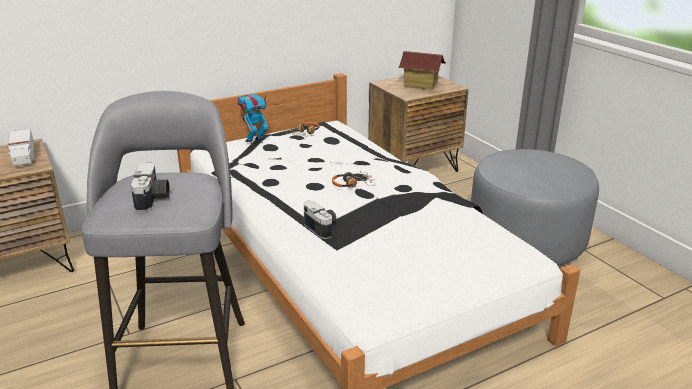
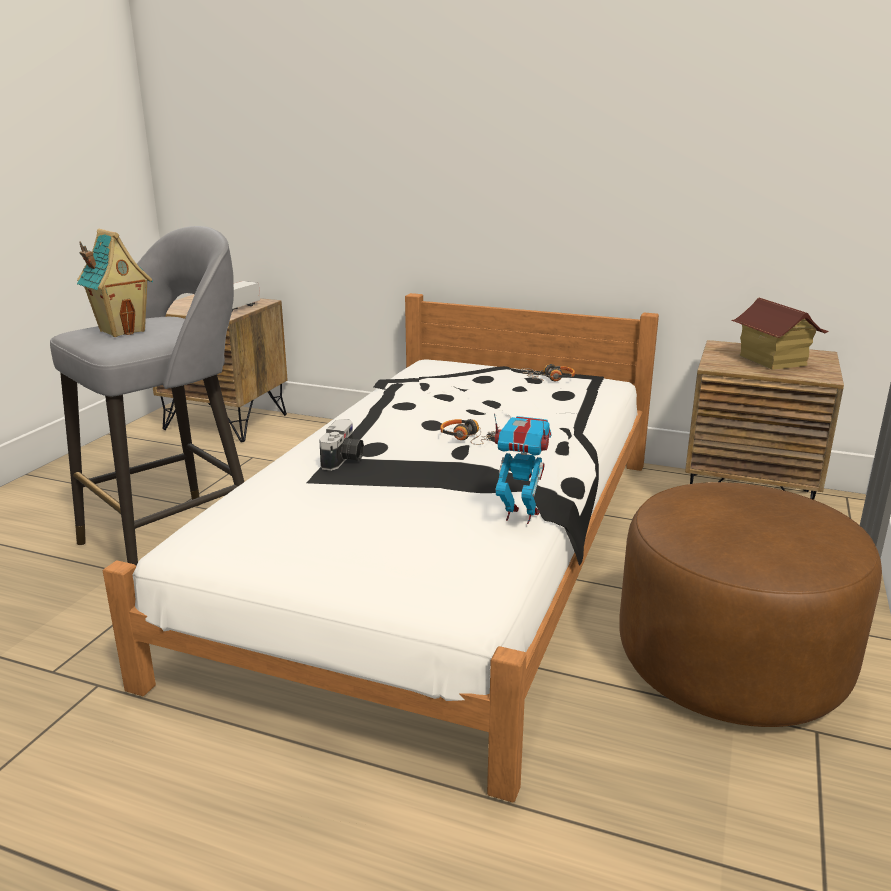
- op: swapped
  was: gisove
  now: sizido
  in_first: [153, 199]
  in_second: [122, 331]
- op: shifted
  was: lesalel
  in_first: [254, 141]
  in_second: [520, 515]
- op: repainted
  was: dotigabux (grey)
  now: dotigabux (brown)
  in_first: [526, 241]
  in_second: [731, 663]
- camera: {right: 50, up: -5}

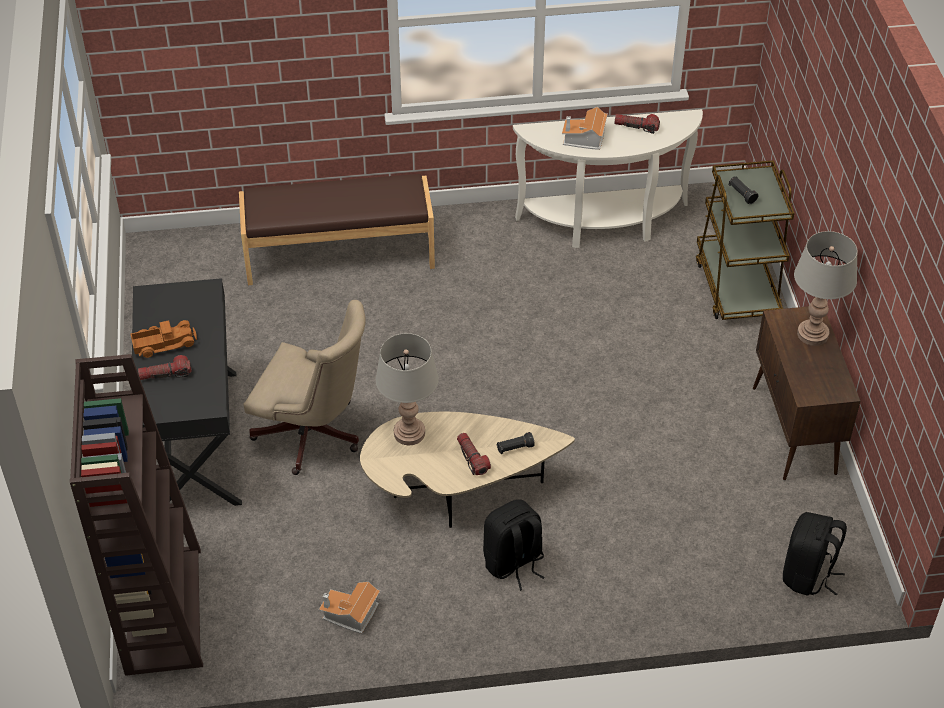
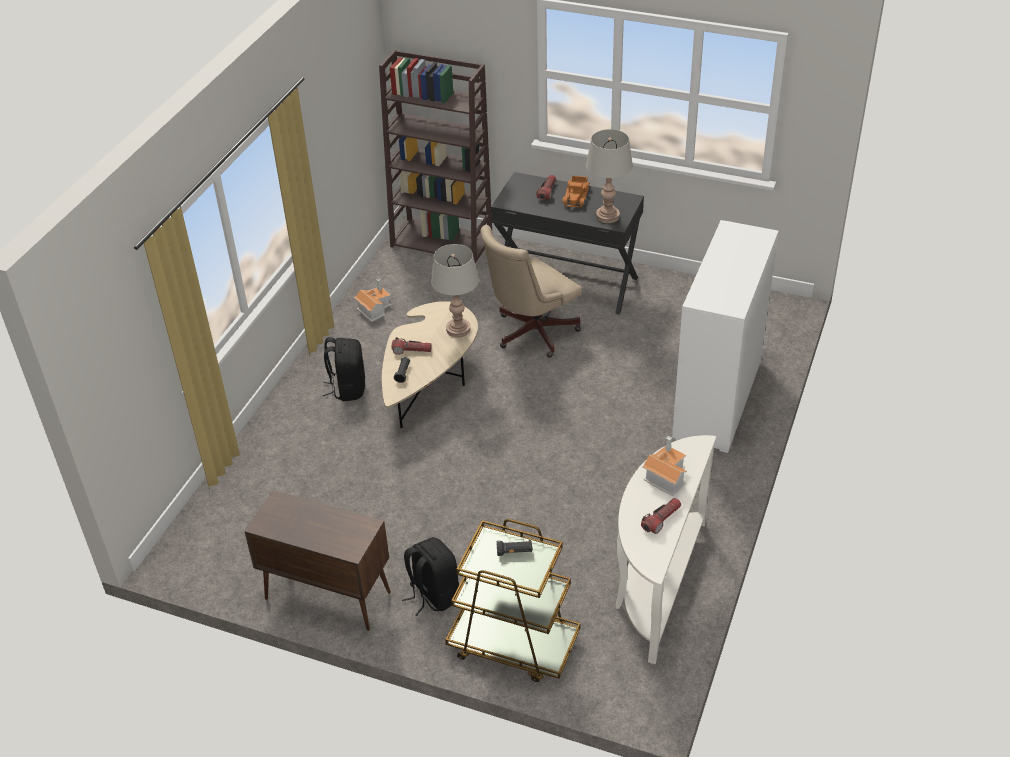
- op: shifted
  was: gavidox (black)
  in_first: [808, 575]
  in_second: [433, 595]
- op: shifted
  was: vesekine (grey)
  in_first: [812, 334]
  in_second: [607, 216]
- op: swapped
  was: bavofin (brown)
  now: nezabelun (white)
  in_first: [339, 254]
  in_second: [717, 400]
- camera: {right: 120, up: -5}

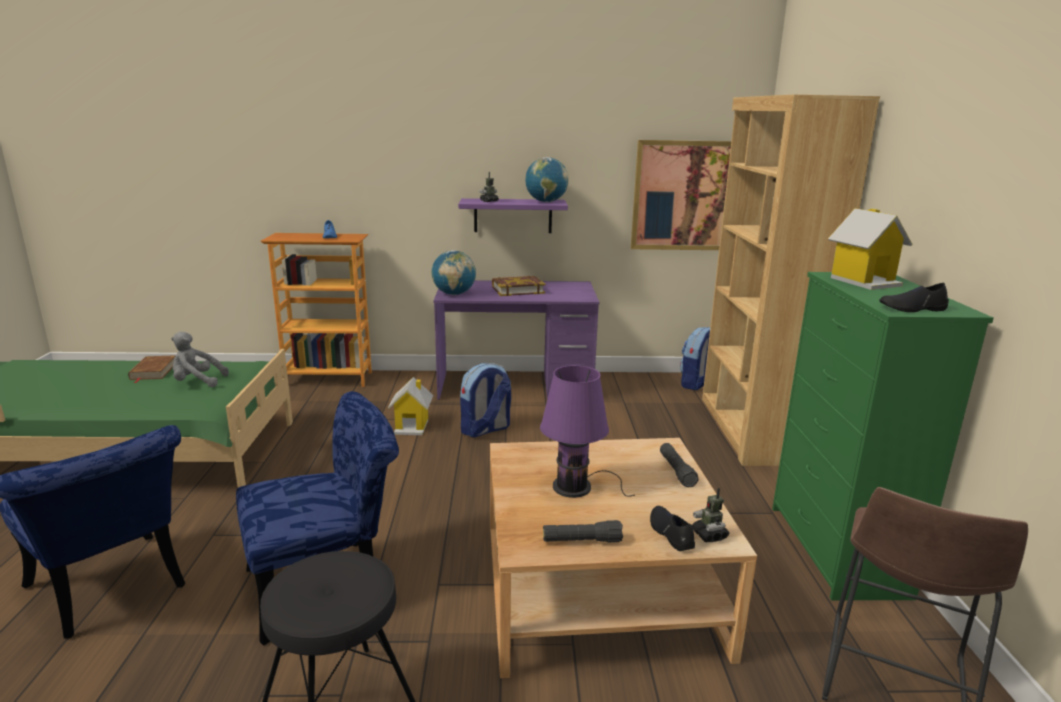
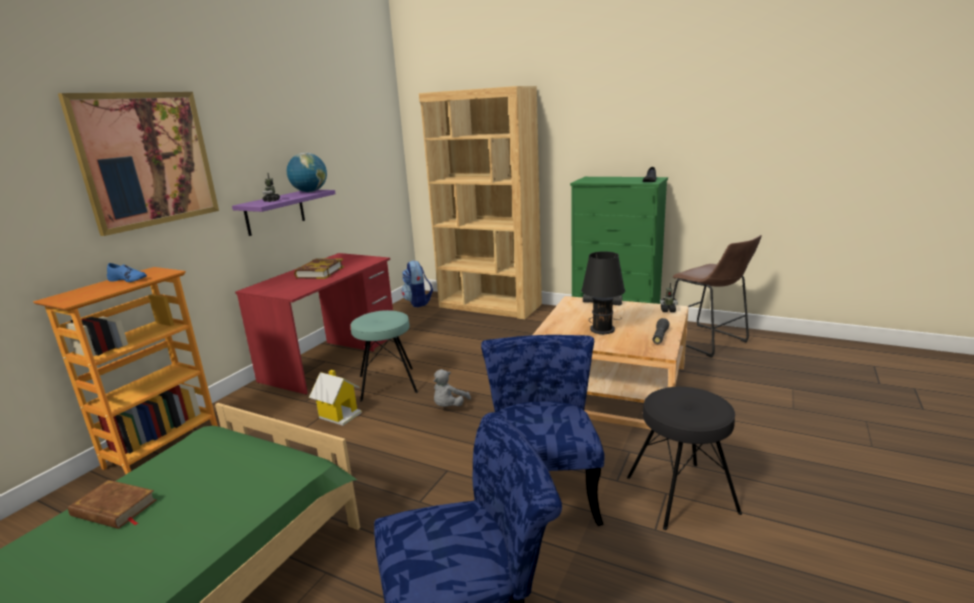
- op: shifted
  was: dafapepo
  in_first: [686, 196]
  in_second: [147, 159]
- op: repainted
  was: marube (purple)
  now: marube (red)
  in_first: [515, 386]
  in_second: [332, 358]
- op: swapped
  was: gavidox
  now: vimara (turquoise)
  in_first: [485, 430]
  in_second: [387, 384]
- op: shifted
  was: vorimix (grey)
  in_first: [197, 382]
  in_second: [449, 406]
- op: repainted
  was: vesekine (purple)
  now: vesekine (black)
  in_first: [576, 486]
  in_second: [602, 328]
- op: gone
  was: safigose
  in_first: [454, 294]
- op: gone
  was: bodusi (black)
  in_first: [670, 533]
- op: gone
  was: sizido
  in_first: [863, 281]
- camera: {right: -60, up: 0}

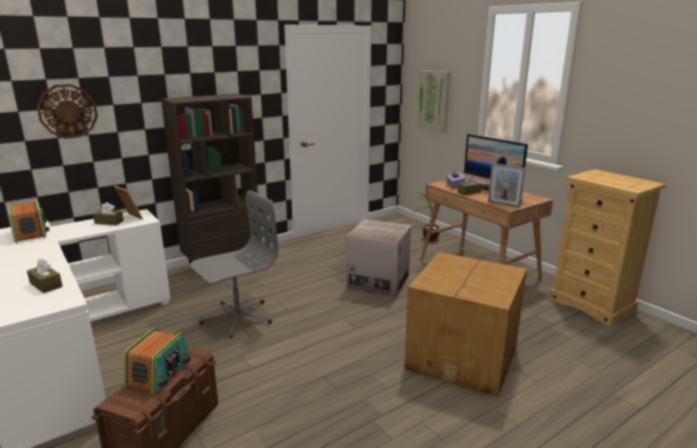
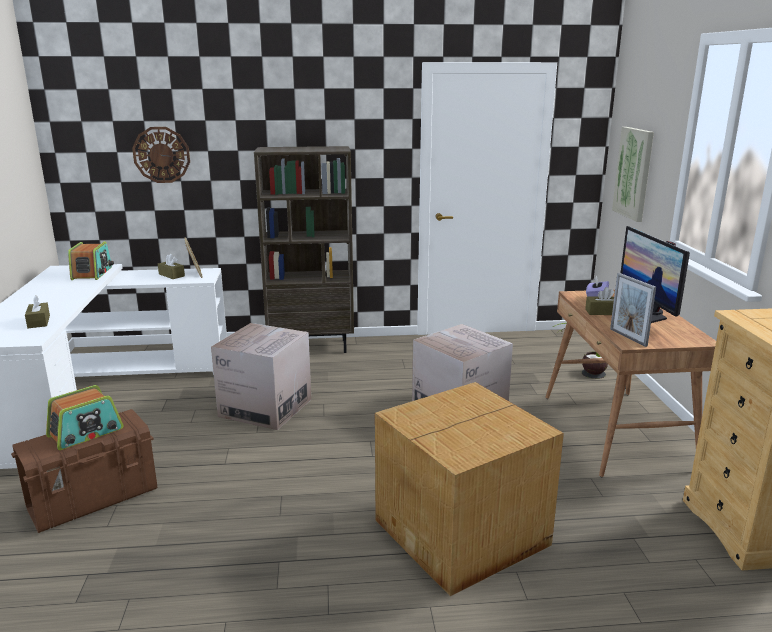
- op: swapped
  was: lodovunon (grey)
  now: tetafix
  in_first: [237, 317]
  in_second: [265, 408]
- camera: {right: 30, up: 0}

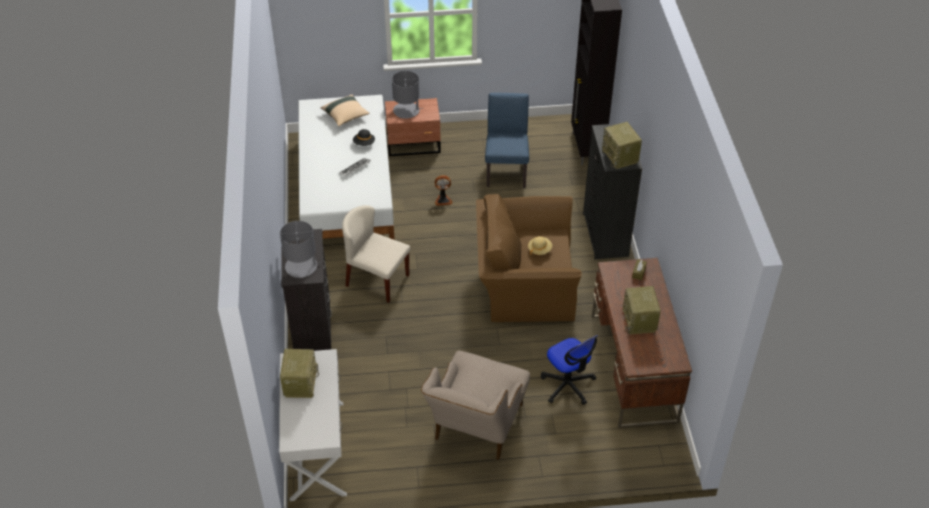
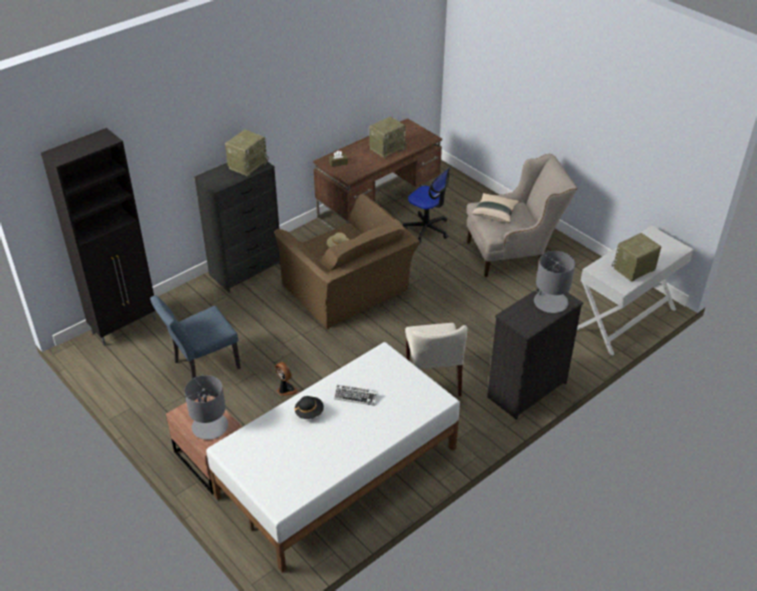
- op: rotated
  was: lodovunon
  in_first: [568, 385]
  in_second: [427, 229]
  clockwise: 105
- op: shifted
  was: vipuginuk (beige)
  in_first: [345, 116]
  in_second: [495, 214]
- camera: {right: -125, up: -5}

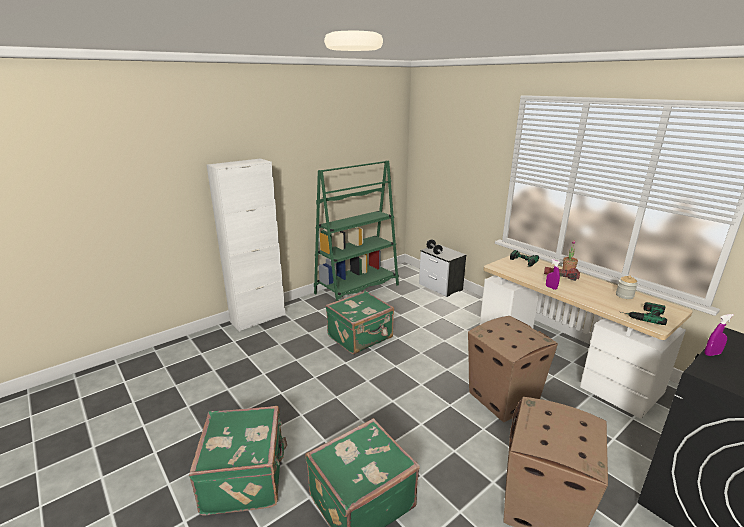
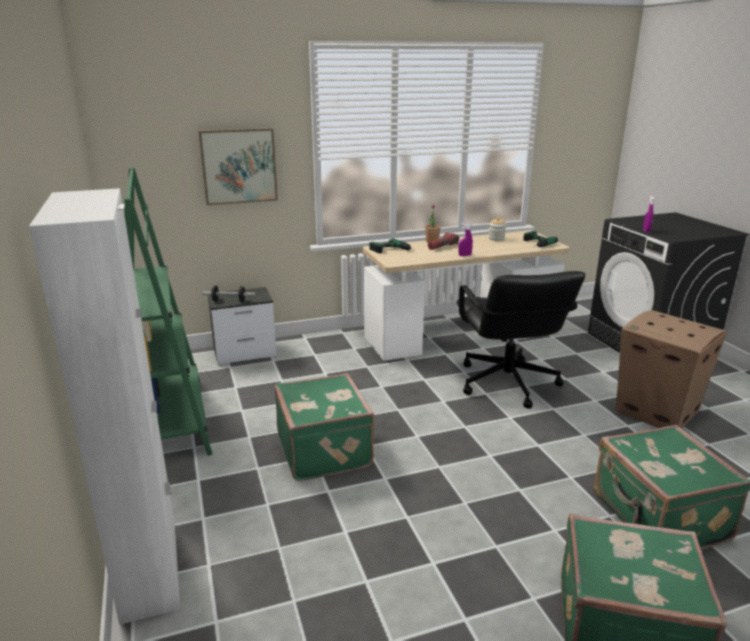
- op: new
  now: dafapepo
  in_second: [239, 166]
- op: swapped
  was: tetafix
  now: lodovunon (black)
  in_first: [502, 397]
  in_second: [506, 383]
- camera: {right: -70, up: 0}

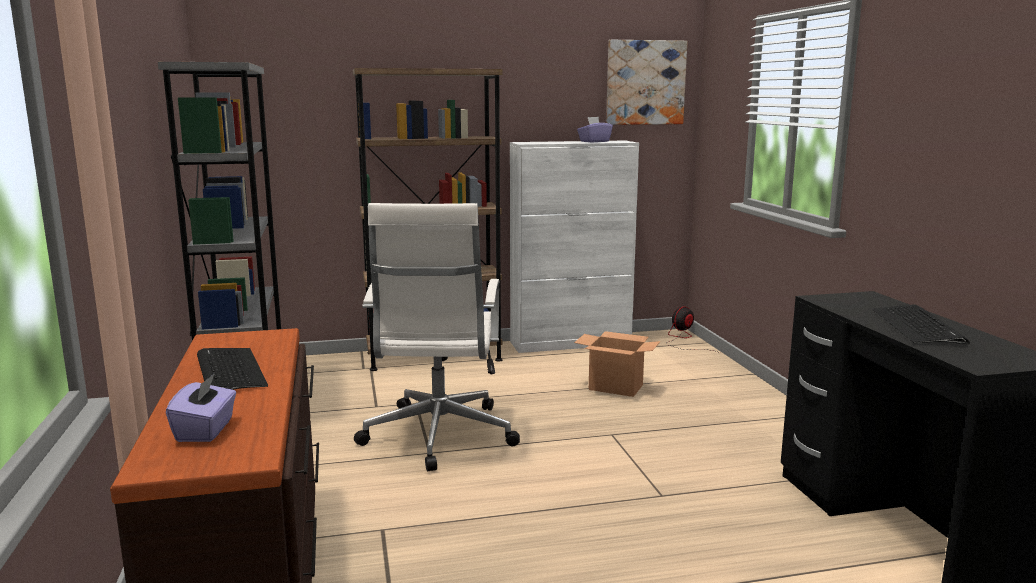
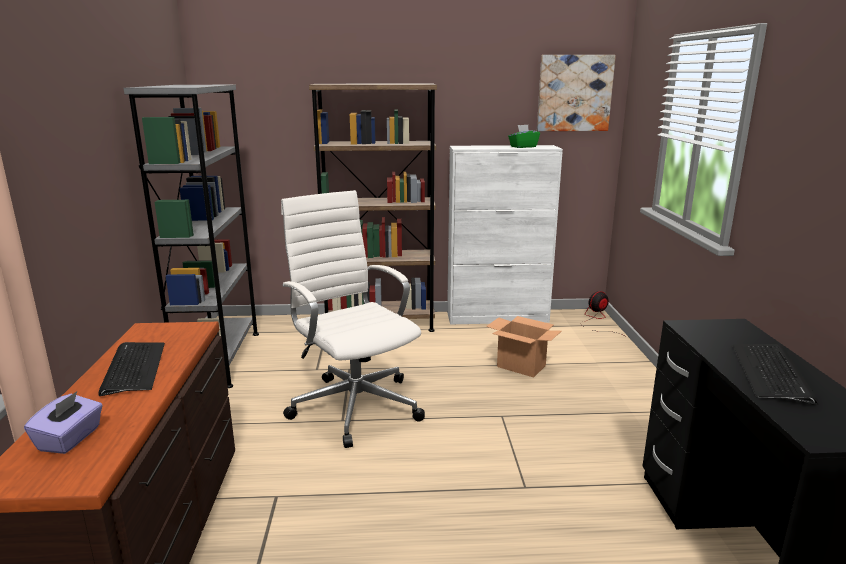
- op: rotated
  was: lodovunon (white)
  in_first: [438, 437]
  in_second: [355, 405]
  clockwise: 135
- op: repainted
  was: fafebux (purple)
  now: fafebux (green)
  in_first: [594, 141]
  in_second: [523, 147]
- camera: {right: 10, up: 5}

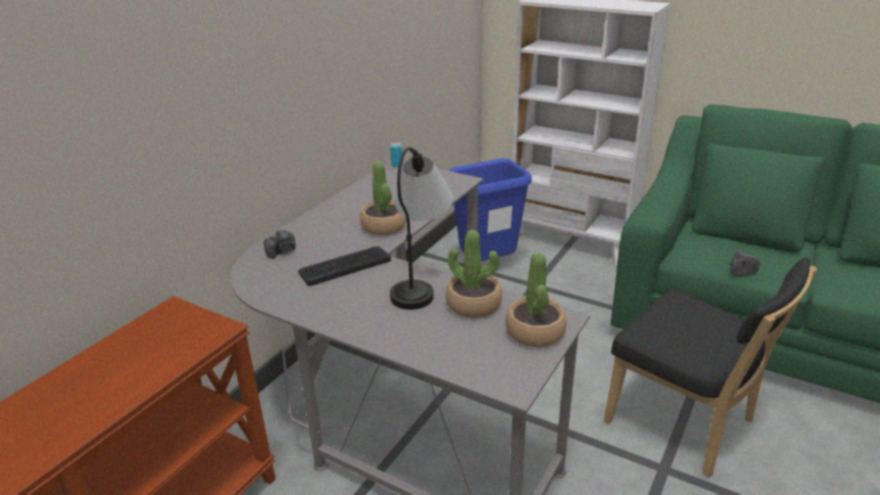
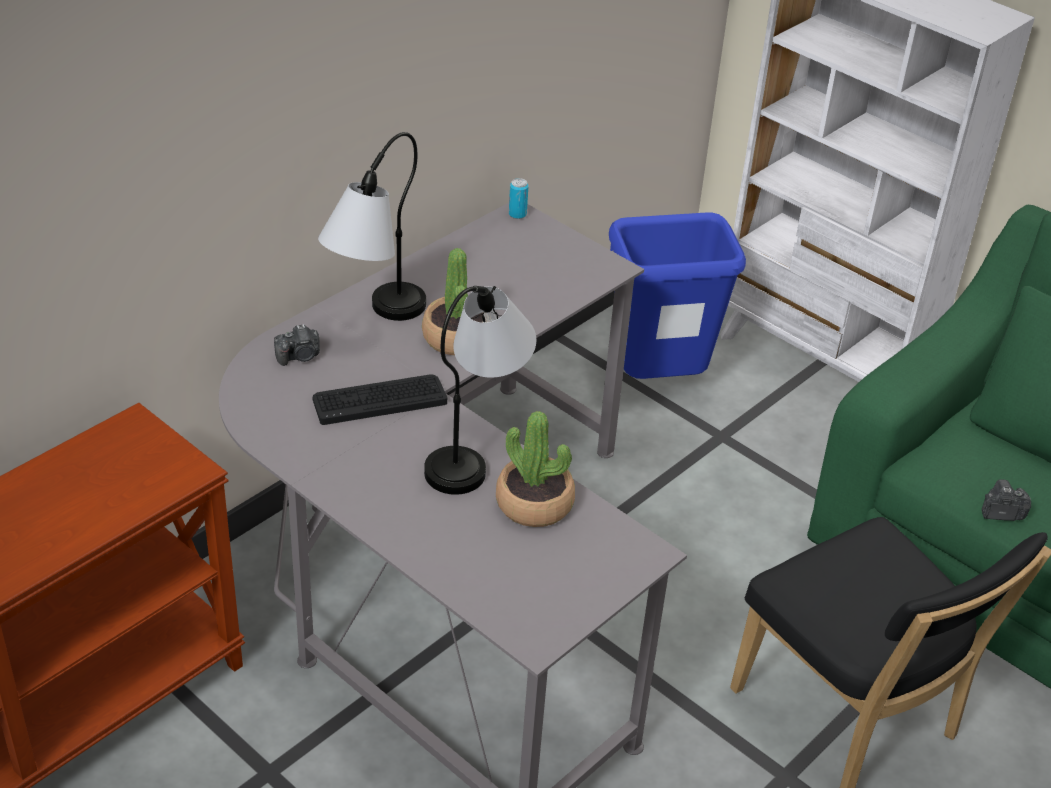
- op: new
  now: vesekine
  in_second: [374, 321]
- op: gone
  was: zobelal
  in_first: [535, 332]
- camera: {right: 10, up: 10}

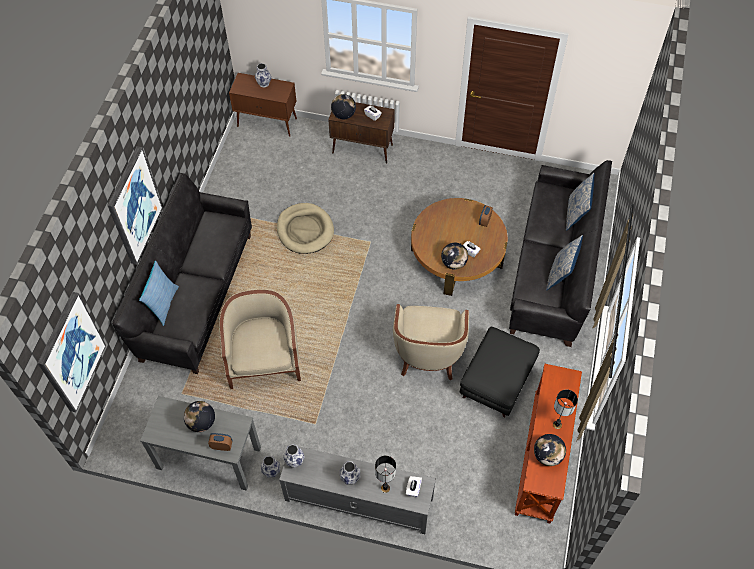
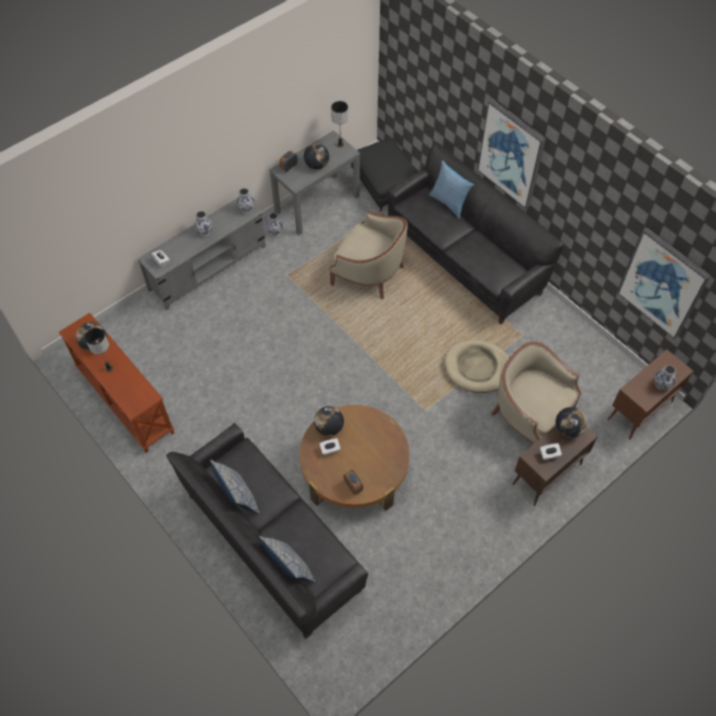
- op: shifted
  was: vesekine
  in_first: [385, 488]
  in_second: [340, 145]
- op: shifted
  was: dotigabux (black)
  in_first: [497, 381]
  in_second: [384, 186]
- op: shifted
  was: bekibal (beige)
  in_first: [428, 352]
  in_second: [530, 414]
- op: shifted
  was: dafapepo
  in_first: [71, 352]
  in_second: [663, 283]
- camera: {right: 125, up: 0}

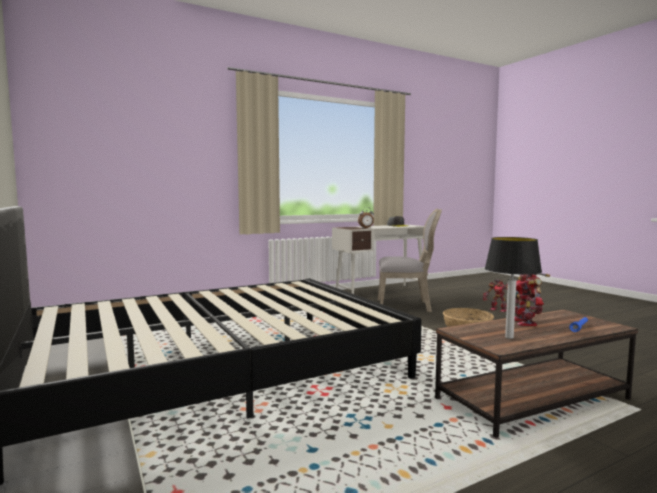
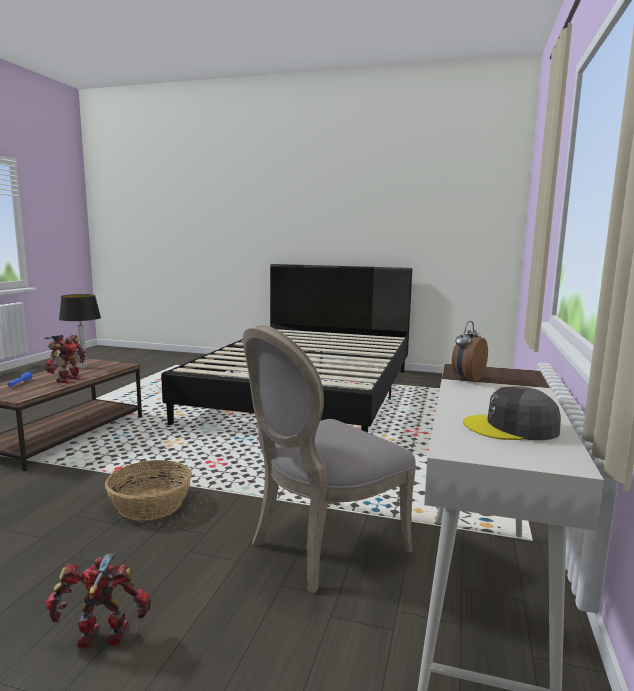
- op: rotated
  was: lesalel
  in_first: [525, 322]
  in_second: [68, 380]
  clockwise: 60
- camera: {right: 135, up: 5}

